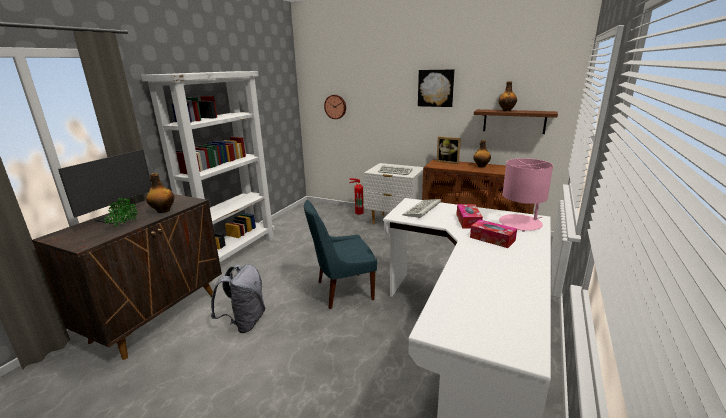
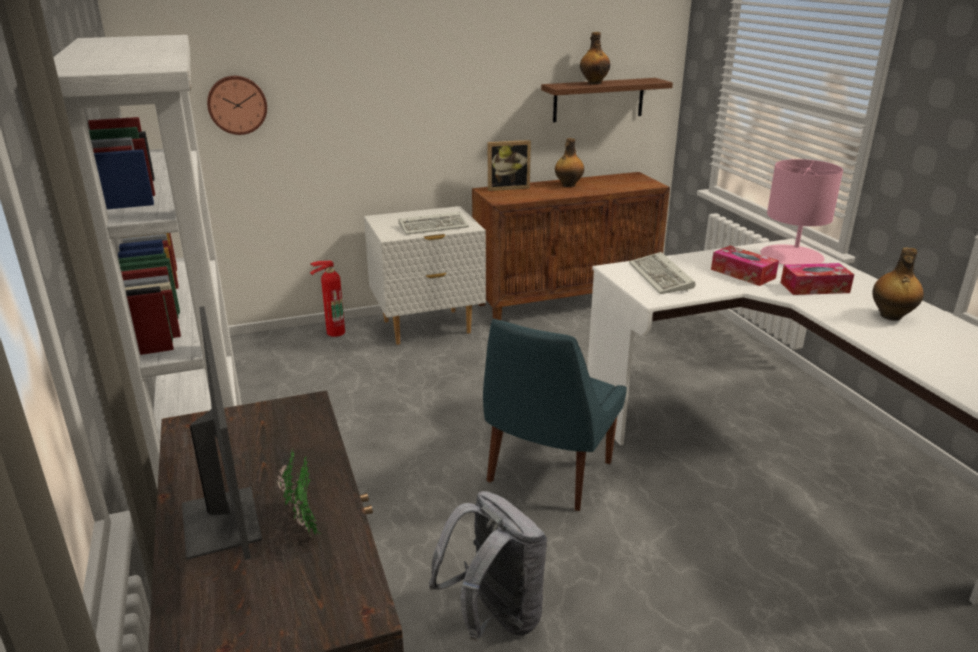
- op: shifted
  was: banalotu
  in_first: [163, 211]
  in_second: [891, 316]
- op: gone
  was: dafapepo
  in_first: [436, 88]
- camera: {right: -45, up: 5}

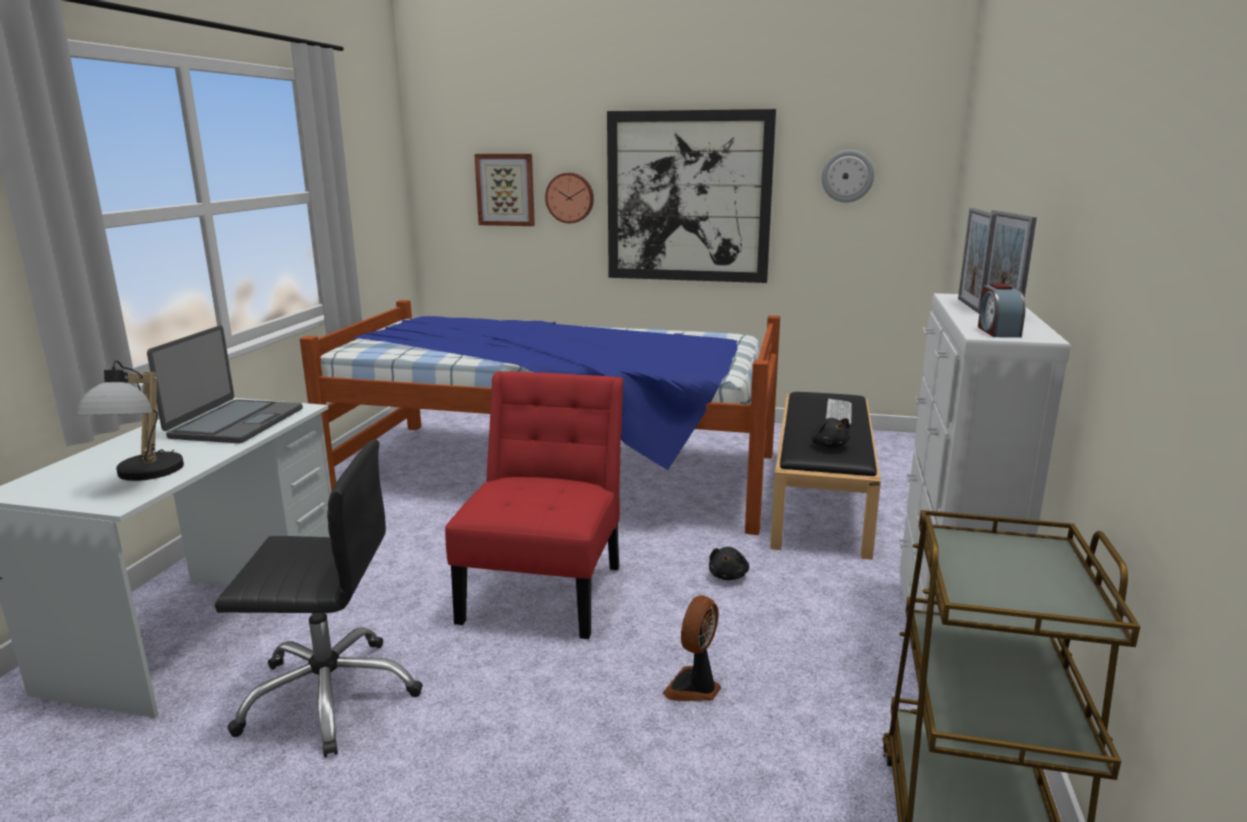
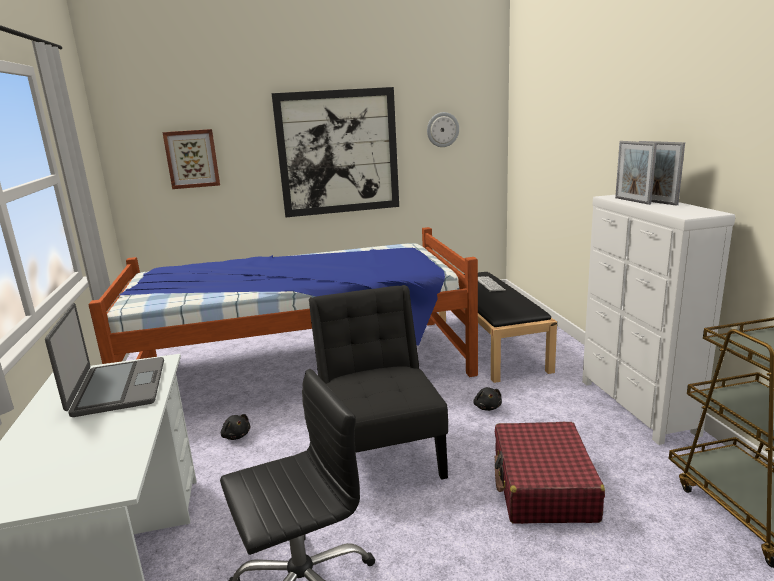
- op: shifted
  was: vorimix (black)
  in_first: [829, 445]
  in_second: [236, 435]
- op: repainted
  was: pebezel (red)
  now: pebezel (black)
  in_first: [545, 588]
  in_second: [381, 453]
- op: swapped
  was: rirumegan
  now: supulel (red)
  in_first: [694, 688]
  in_second: [543, 486]
- op: gone
  was: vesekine
  in_first: [143, 476]
- op: gone
  was: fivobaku
  in_first: [570, 197]
- op: gone
  was: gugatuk
  in_first: [997, 331]
- camera: {right: -25, up: 0}

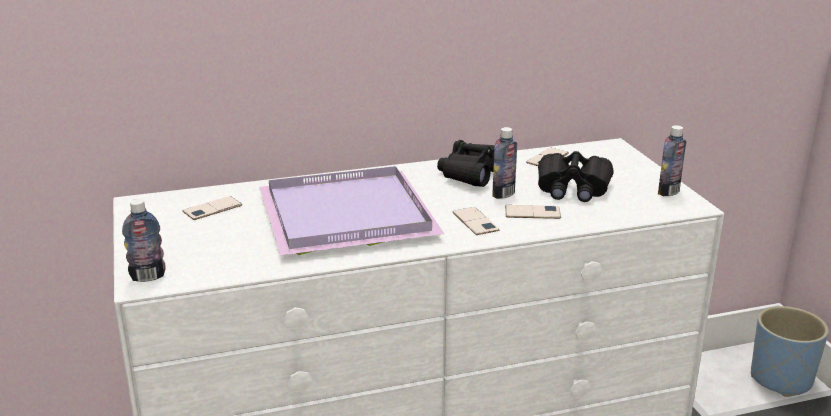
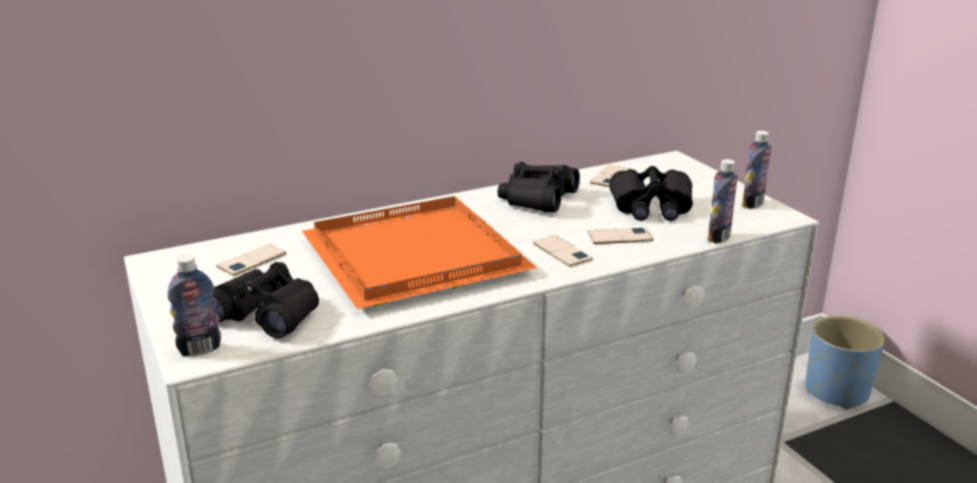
- op: new
  now: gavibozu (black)
  in_second: [267, 314]
- op: repainted
  was: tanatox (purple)
  now: tanatox (orange)
  in_first: [349, 214]
  in_second: [416, 254]
- op: shifted
  was: banalotu
  in_first: [503, 194]
  in_second: [718, 237]
- camera: {right: -10, up: 0}

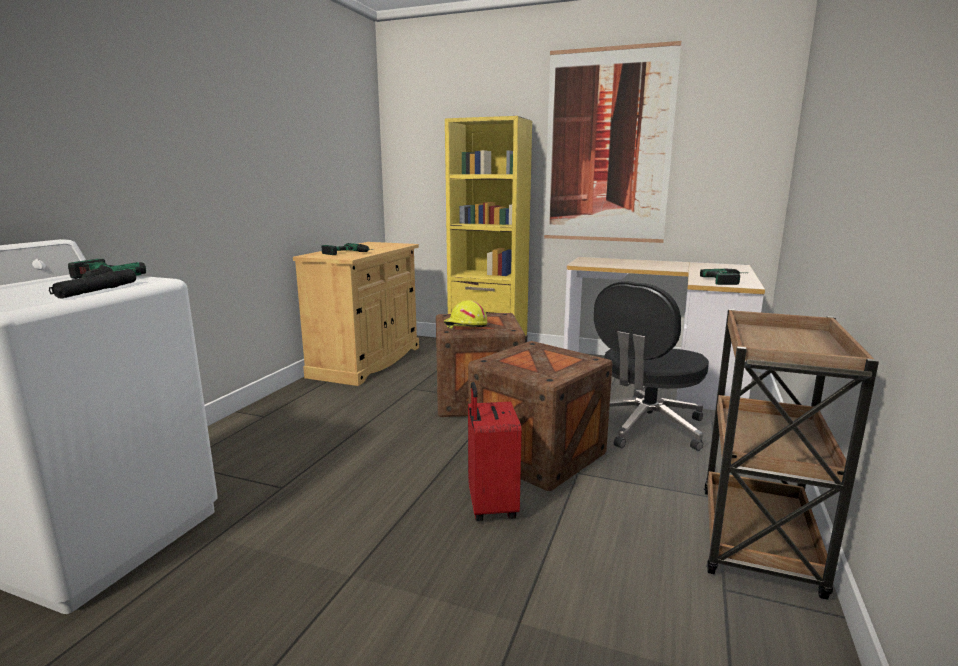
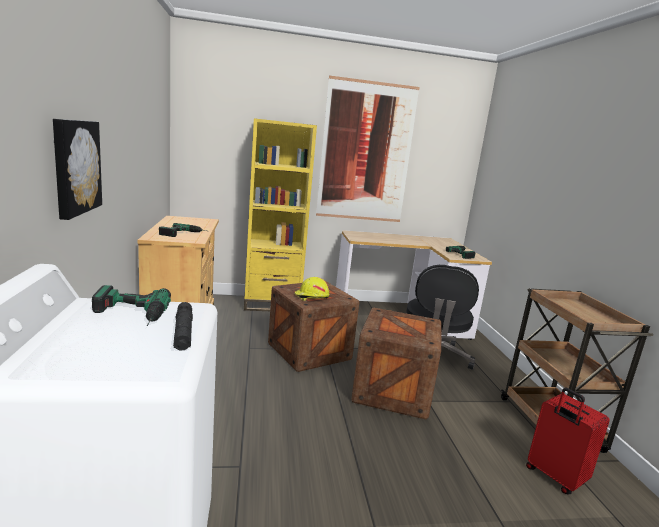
- op: new
  now: dafapepo
  in_second: [75, 166]
- op: shifted
  was: supulel (red)
  in_first: [490, 506]
  in_second: [554, 477]
- camera: {right: -30, up: 0}

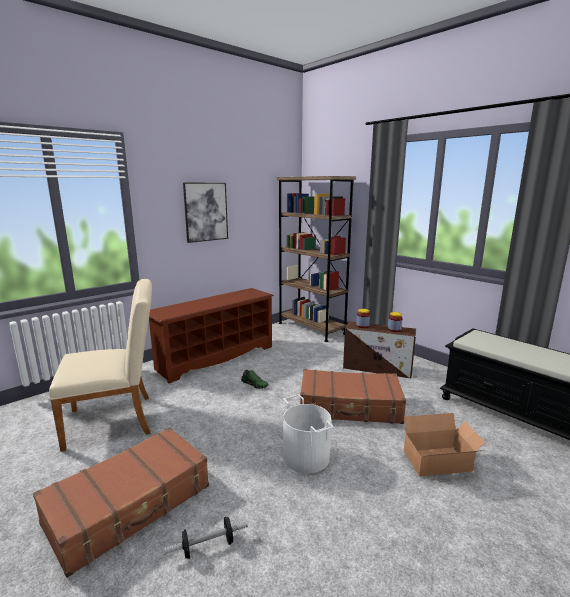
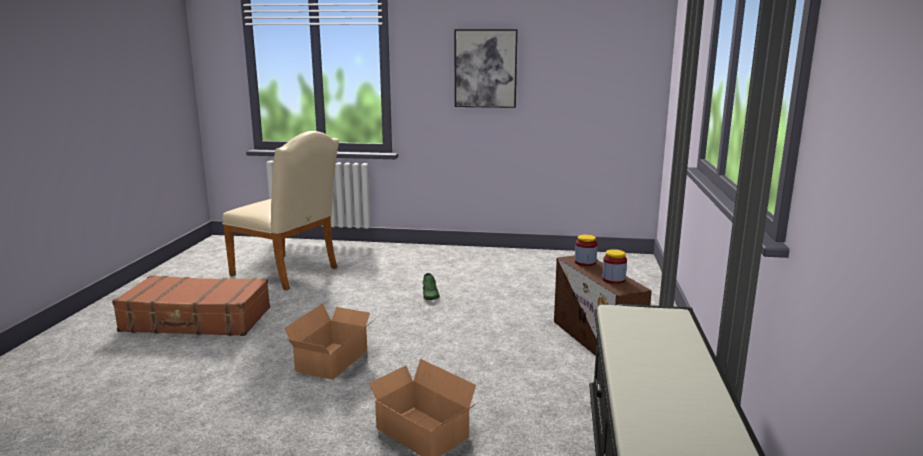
- op: swapped
  was: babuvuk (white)
  now: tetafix
  in_first: [306, 456]
  in_second: [335, 360]
- op: gone
  was: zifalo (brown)
  in_first: [215, 357]
- op: gone
  was: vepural
  in_first: [208, 546]
- op: gone
  was: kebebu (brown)
  in_first: [311, 328]
- op: gone
  was: supulel (brown)
  in_first: [350, 407]
- camera: {right: 50, up: 0}

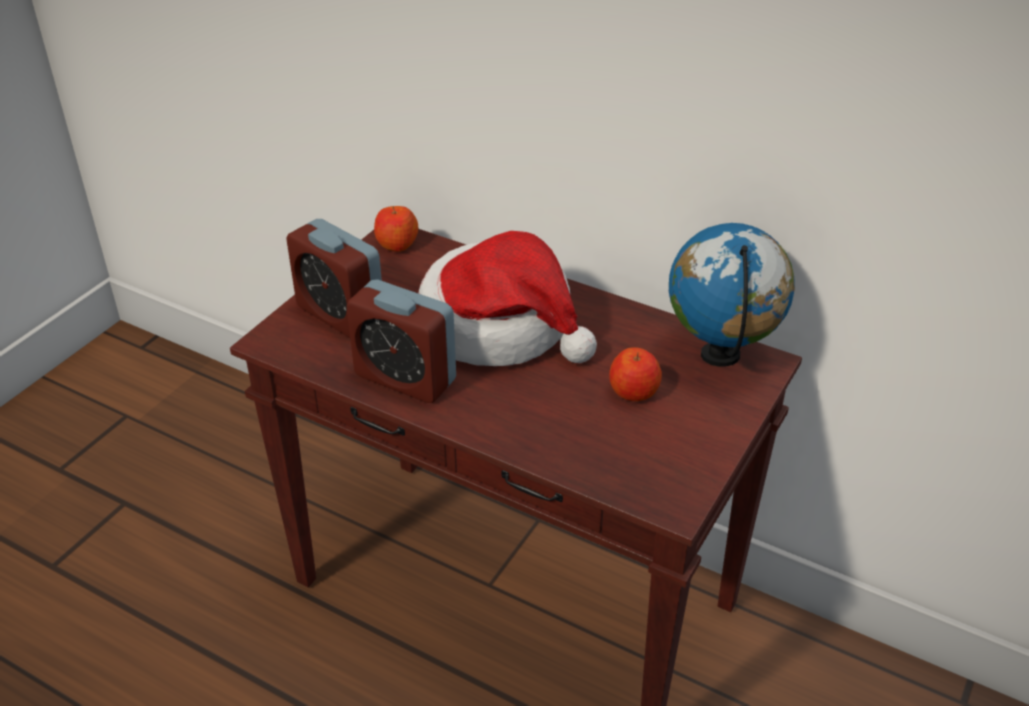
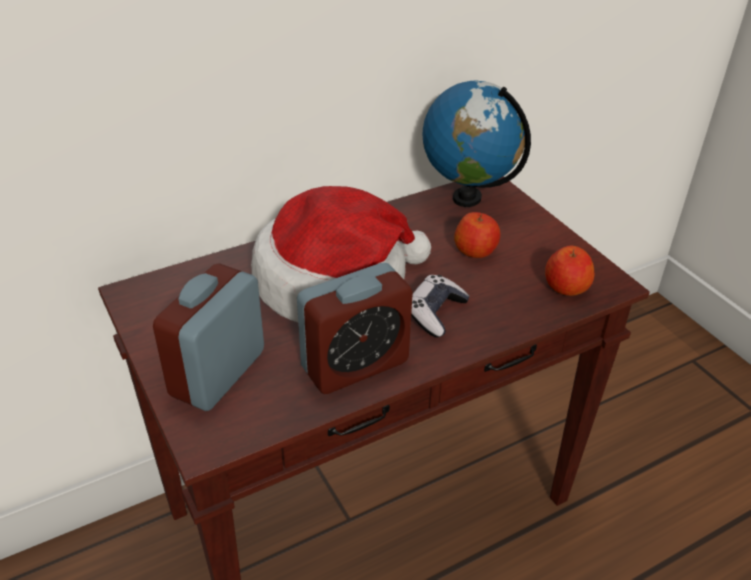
- op: rotated
  was: gugatuk
  in_first: [340, 314]
  in_second: [218, 373]
  clockwise: 135
- op: new
  now: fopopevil
  in_second: [435, 313]
- op: shifted
  was: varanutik
  in_first: [397, 244]
  in_second: [566, 287]
- camera: {right: -60, up: 0}

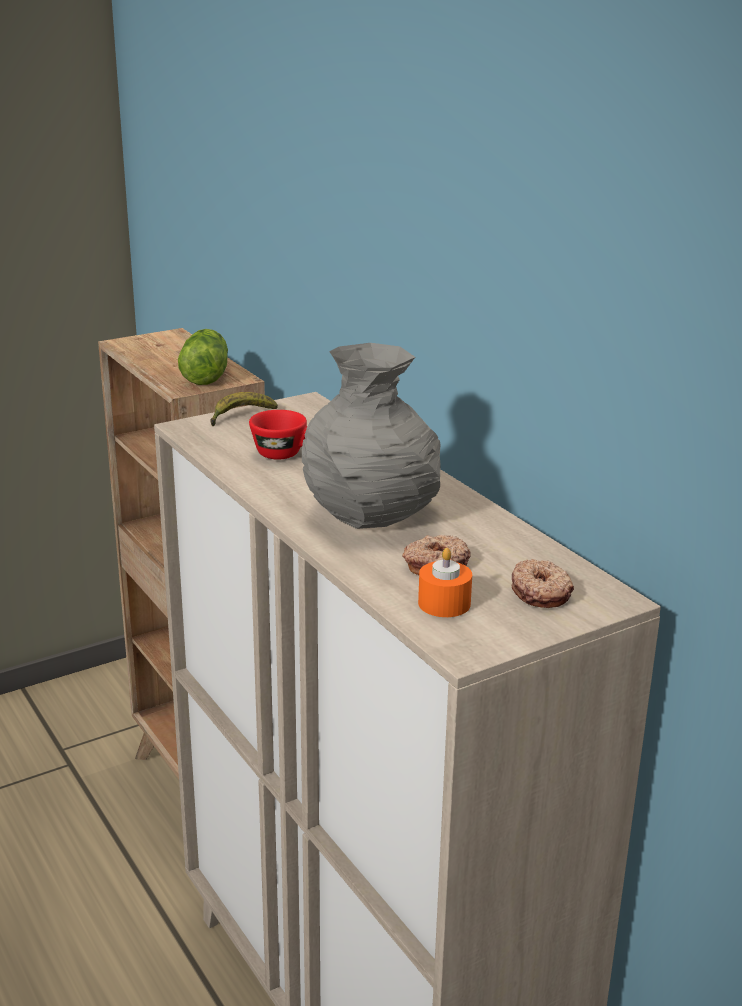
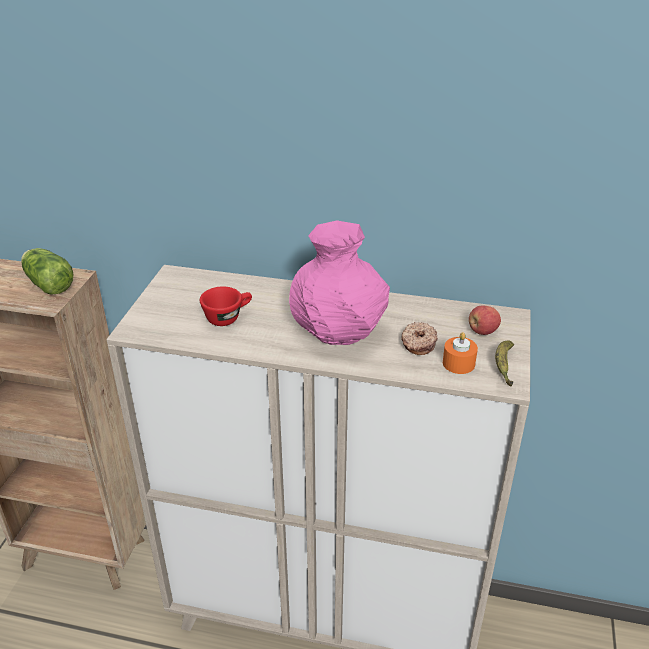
- op: repainted
  was: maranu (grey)
  now: maranu (pink)
  in_first: [372, 514]
  in_second: [340, 331]
- op: swapped
  was: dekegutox
  now: varanutik
  in_first: [541, 593]
  in_second: [482, 331]
- op: shifted
  was: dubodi
  in_first: [240, 416]
  in_second: [504, 366]
- camera: {right: -45, up: 10}

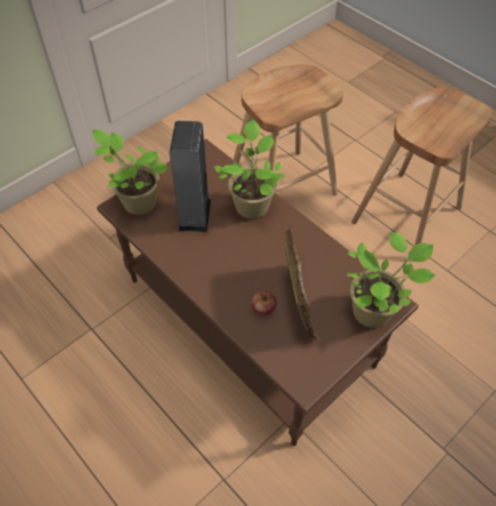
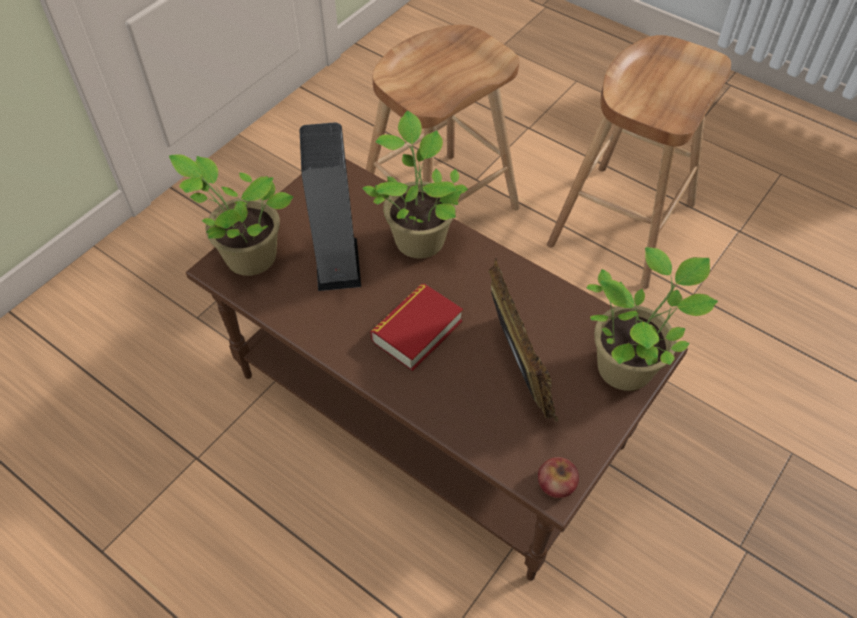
- op: new
  now: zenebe
  in_second: [417, 331]
- op: shifted
  was: varanutik
  in_first: [263, 307]
  in_second: [556, 483]
- camera: {right: -10, up: 0}

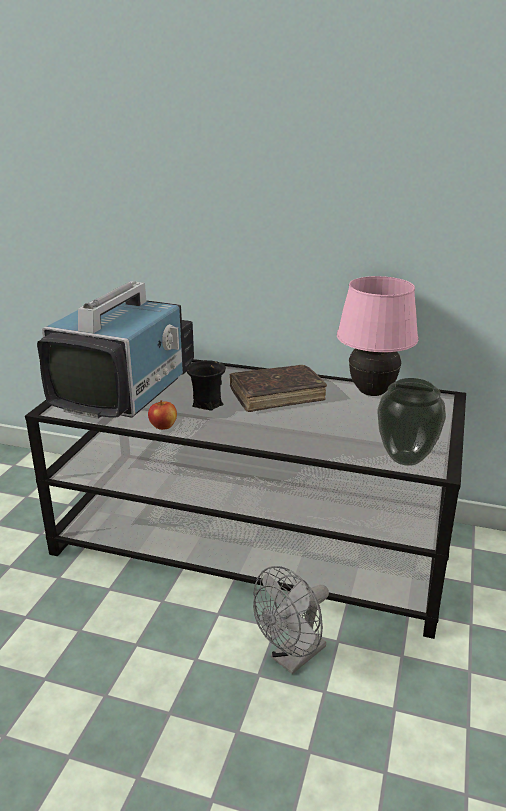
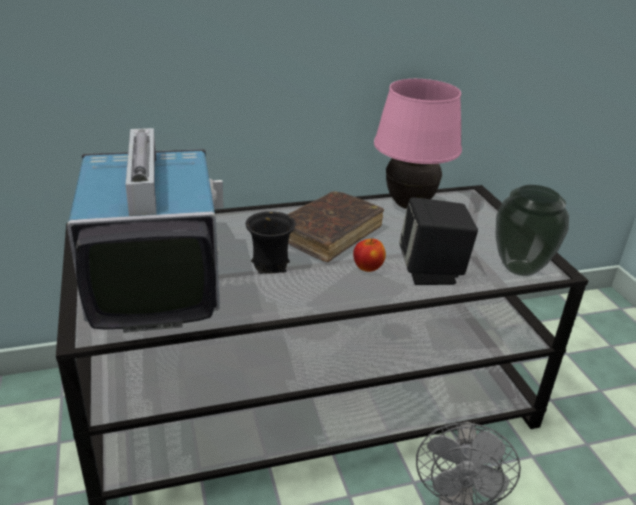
- op: shifted
  was: varanutik
  in_first: [163, 426]
  in_second: [368, 267]
- op: new
  now: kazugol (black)
  in_second: [431, 272]
- camera: {right: -35, up: 5}

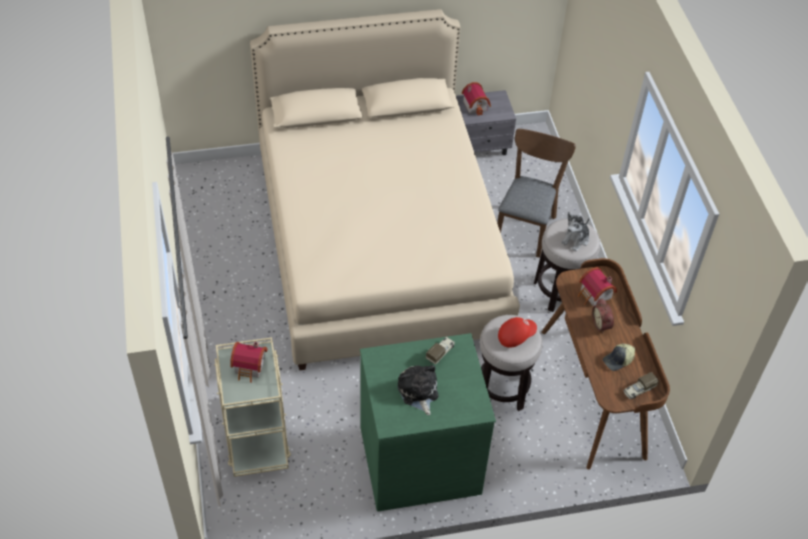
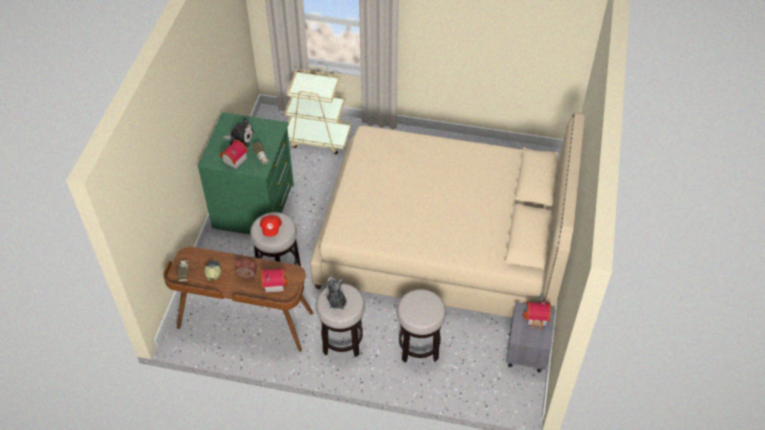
- op: shifted
  was: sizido
  in_first: [250, 367]
  in_second: [233, 160]
- op: swapped
  was: pebezel (brown)
  now: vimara
  in_first: [526, 226]
  in_second: [419, 346]
- camera: {right: 115, up: 0}

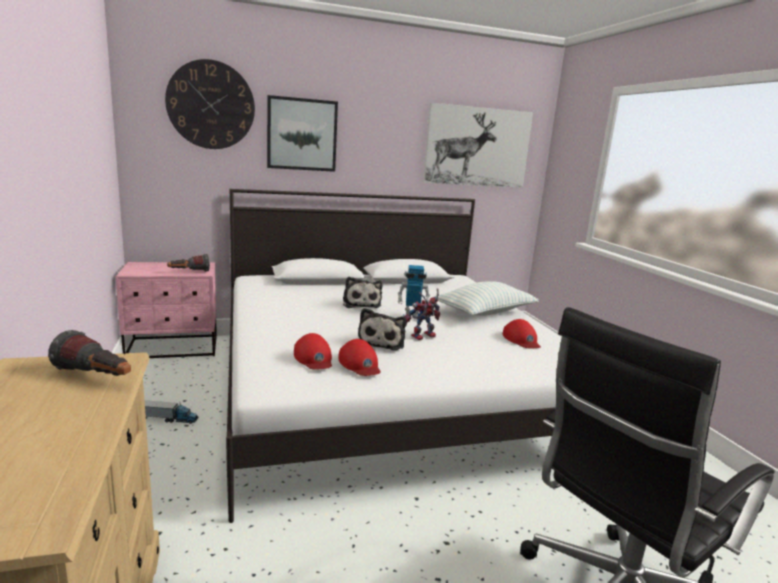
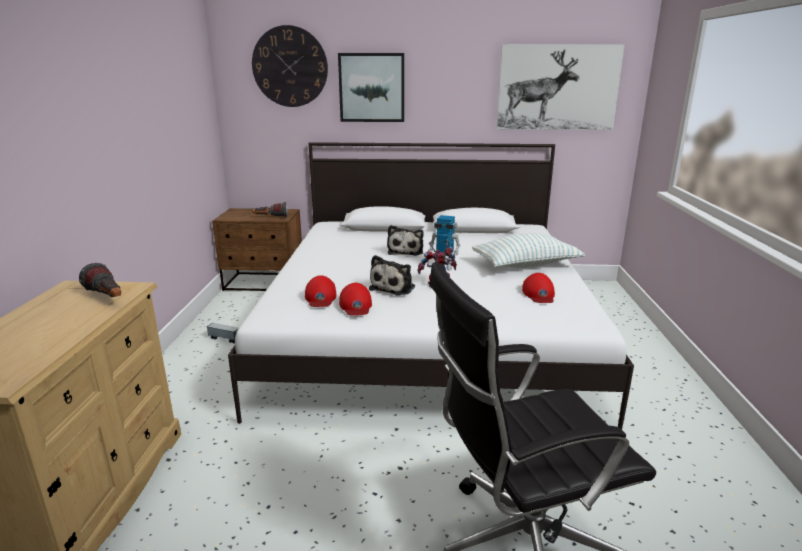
- op: repainted
  was: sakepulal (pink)
  now: sakepulal (brown)
  in_first: [173, 348]
  in_second: [264, 283]
- camera: {right: 20, up: 5}

